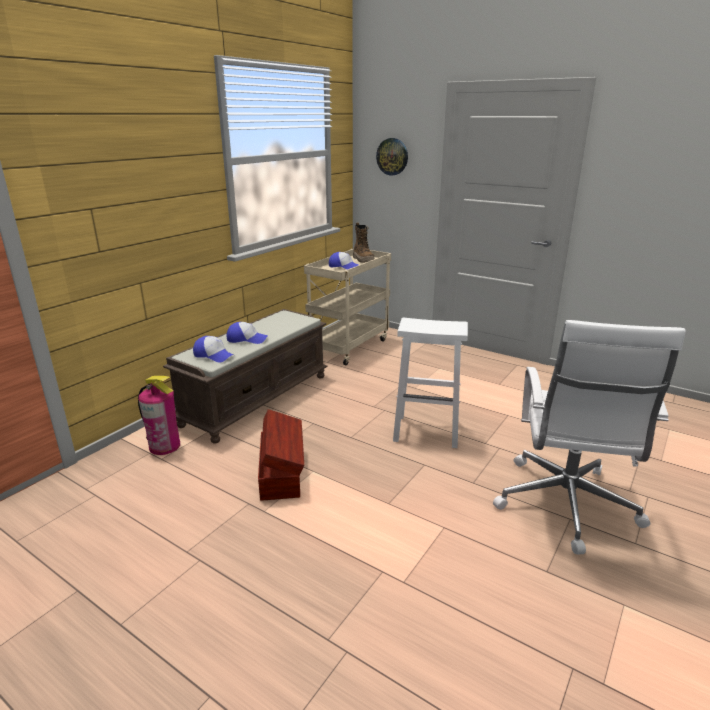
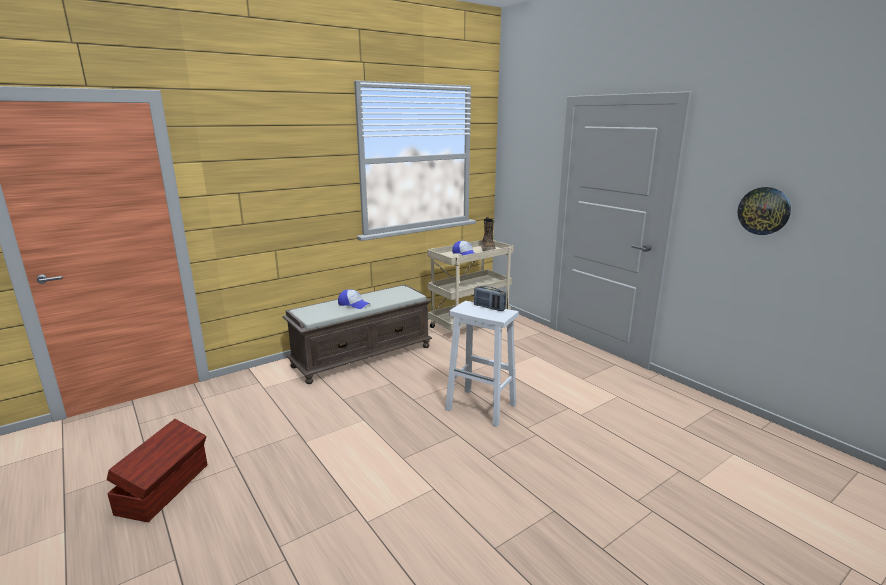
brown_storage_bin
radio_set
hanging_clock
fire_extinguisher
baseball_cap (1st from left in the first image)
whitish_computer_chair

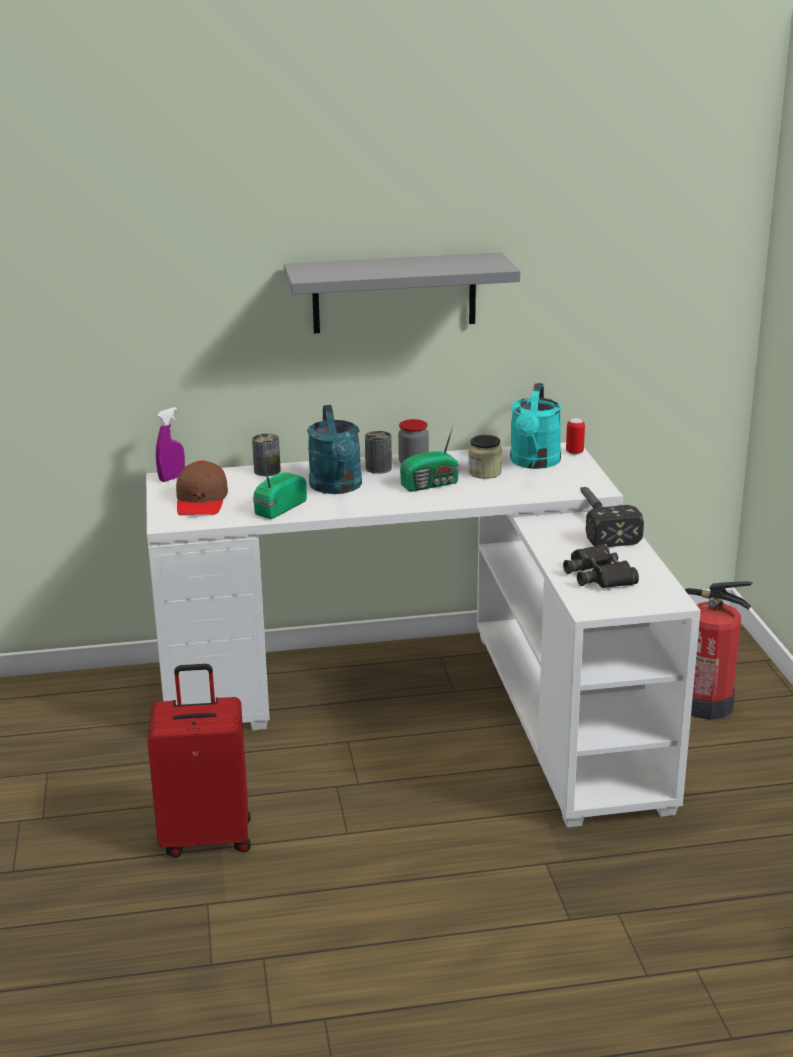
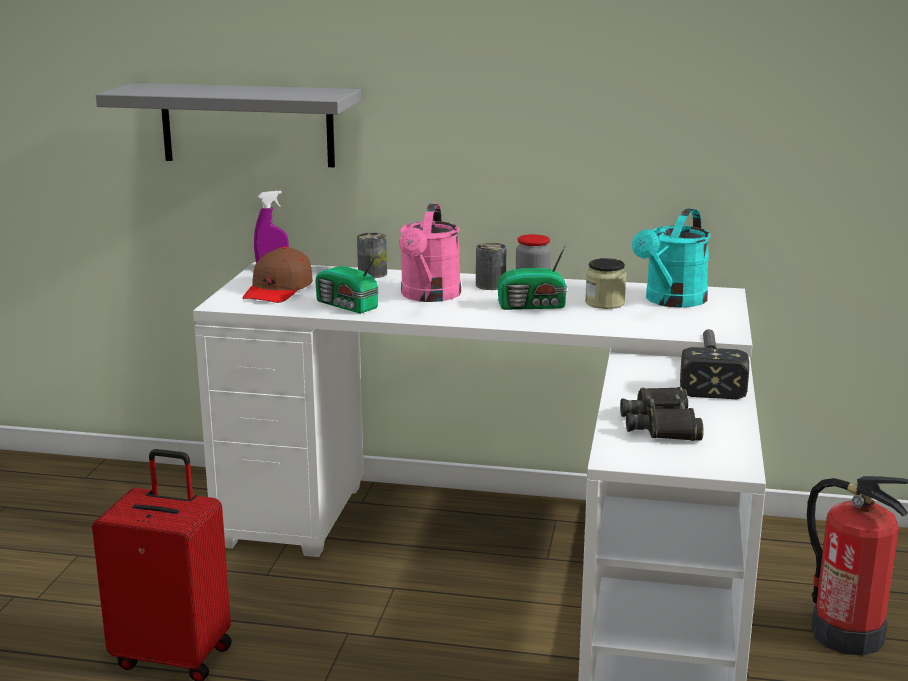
greyish_bracket_shelf
radio_set (1st from left)
pinkish_sprinkling_can
metal_can (3rd from left in the first image)

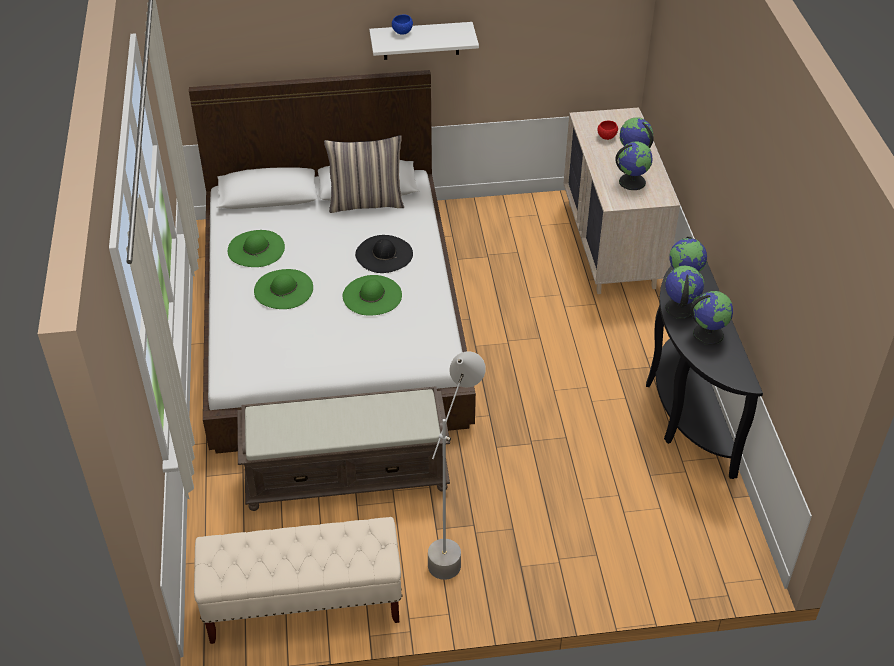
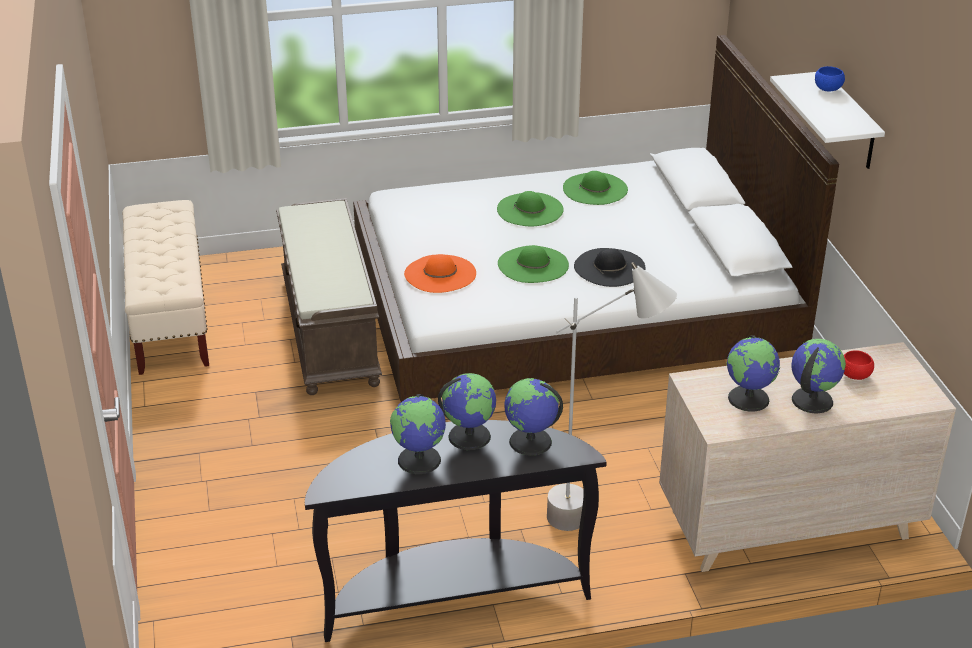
orange-coloured_hat
greyish_floor_lamp
throw_pillow

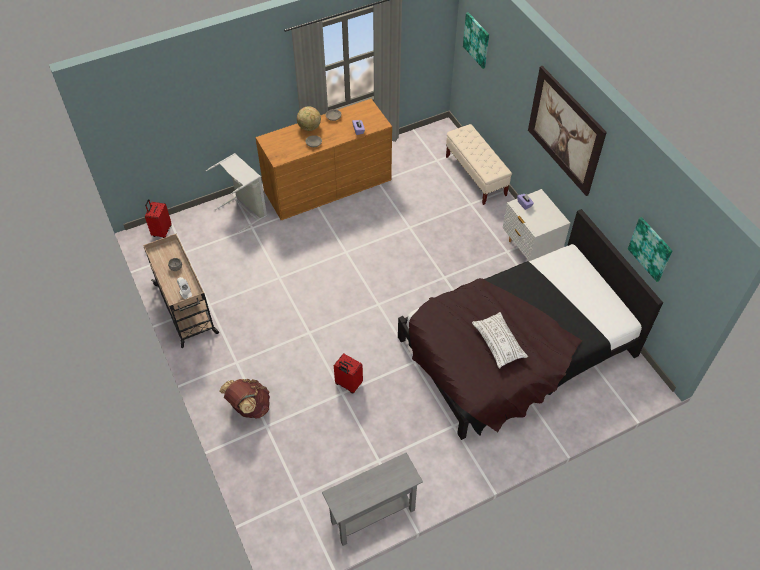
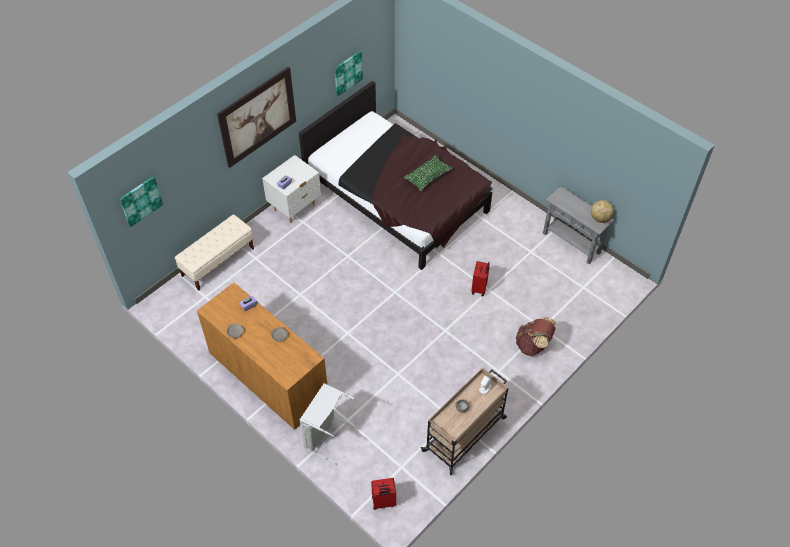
green-coloured_throw_pillow
globe

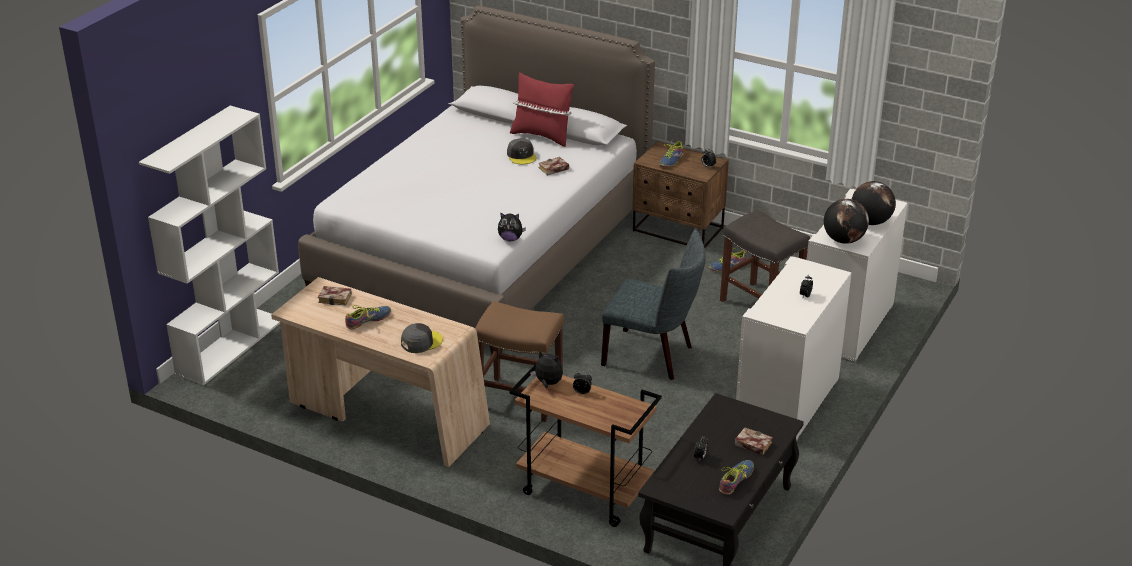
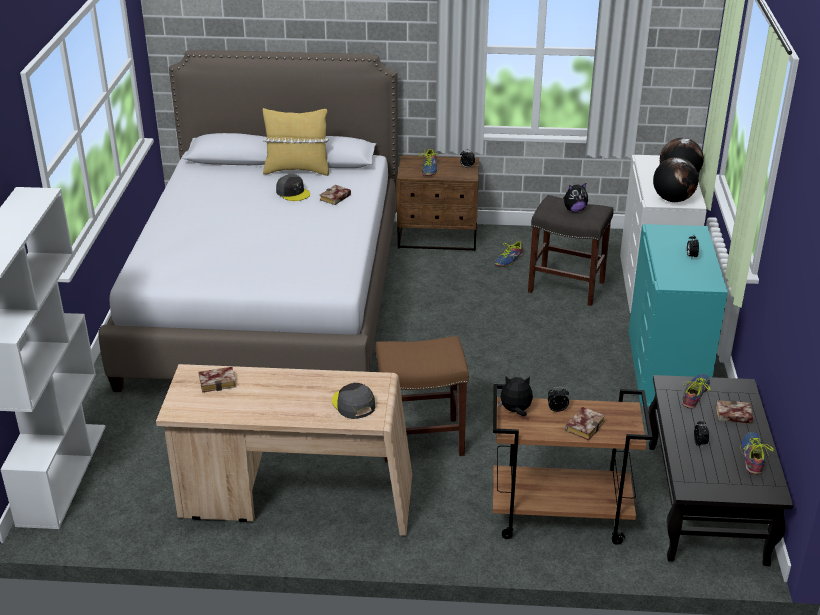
yellow-coloured_throw_pillow
greyish_baseball_cap (2nd from left)
cuddly_toy (2nd from left)
book (3rd from left)
turquoise_chest_of_drawers
low_shoe (3rd from left)
greyish_upright_chair

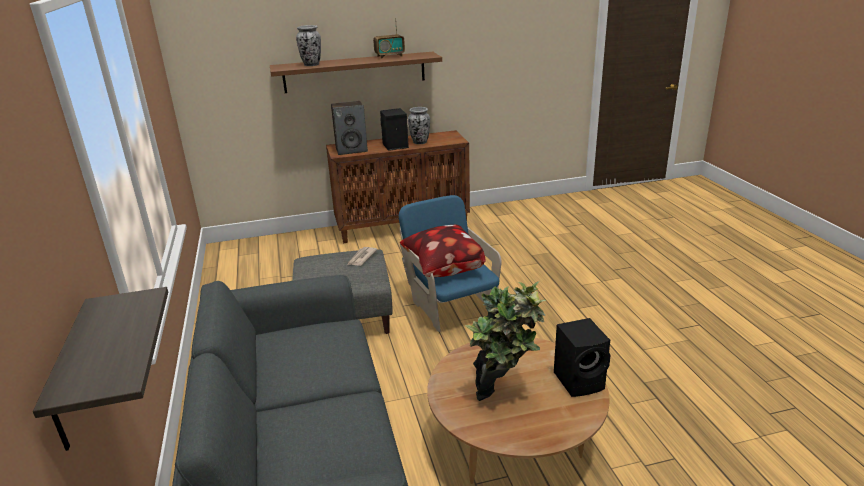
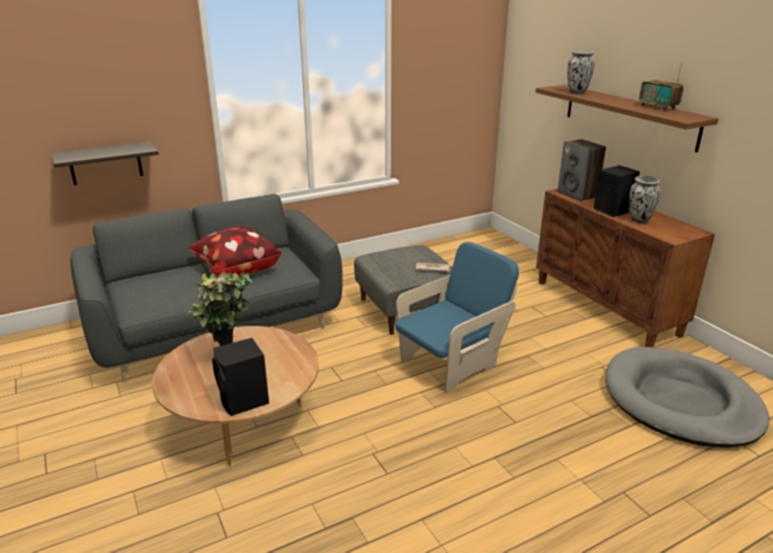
throw_pillow
greyish_dog_cushion

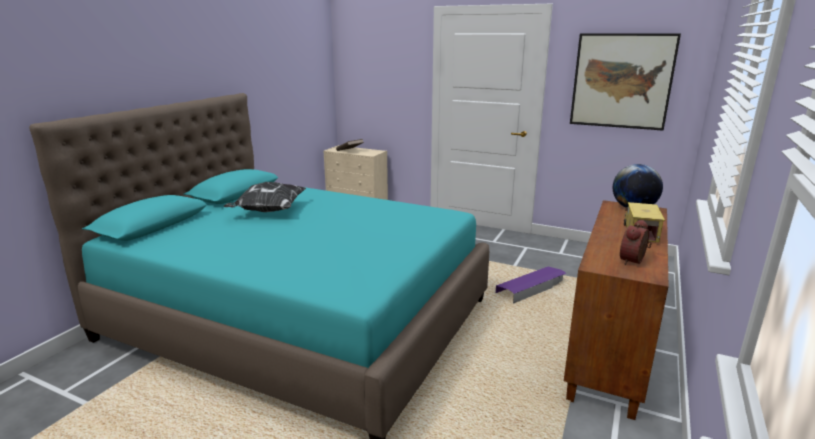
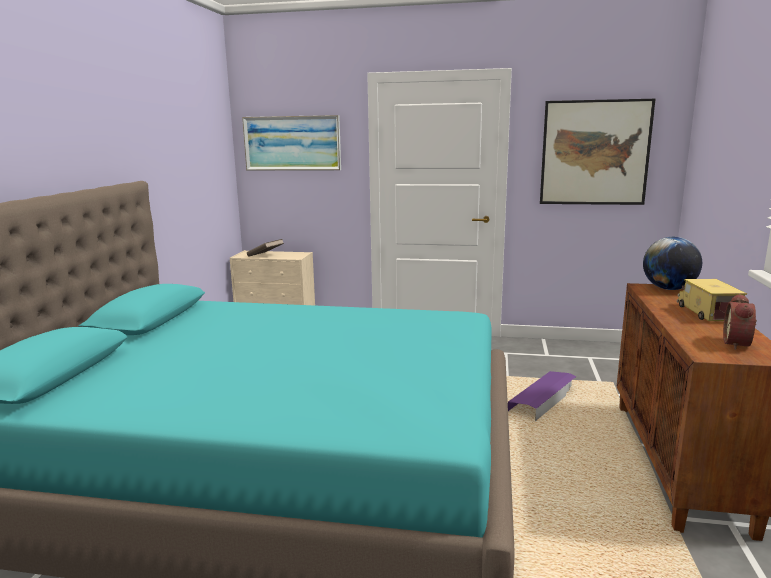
wall_art (1st from left)
throw_pillow

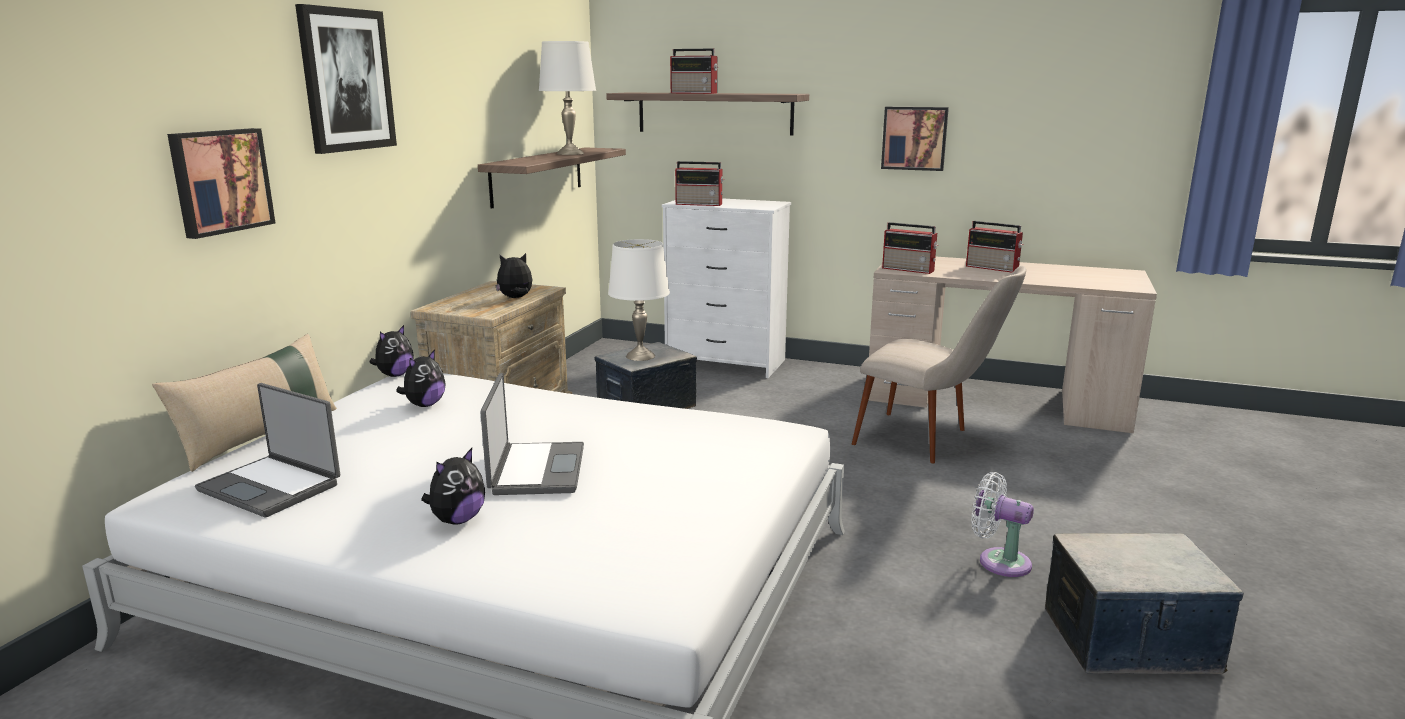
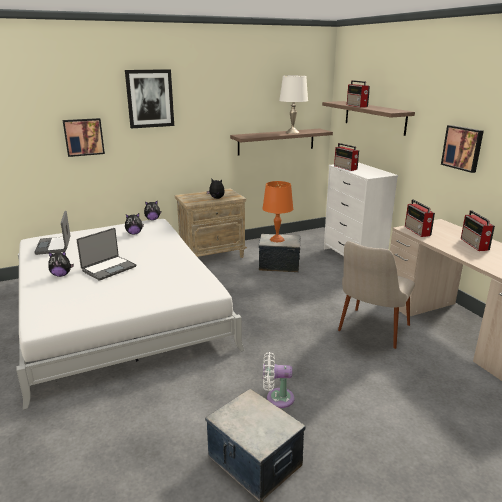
orange-coloured_tabletop_lamp
whitish_fan
sand-coloured_upright_chair
sand-coloured_throw_pillow

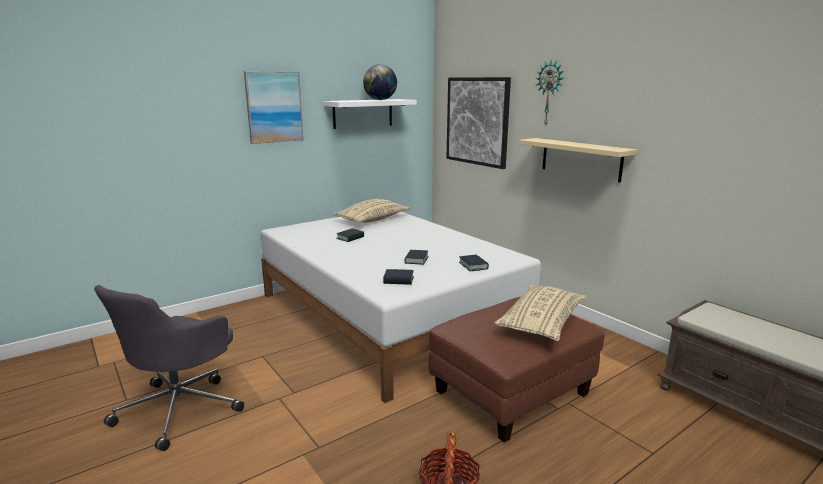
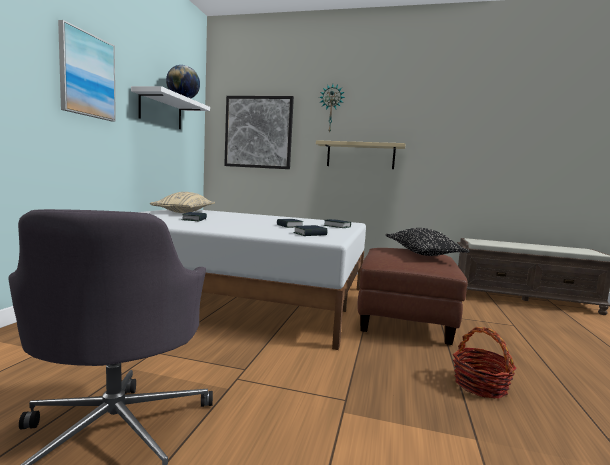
black-coloured_throw_pillow

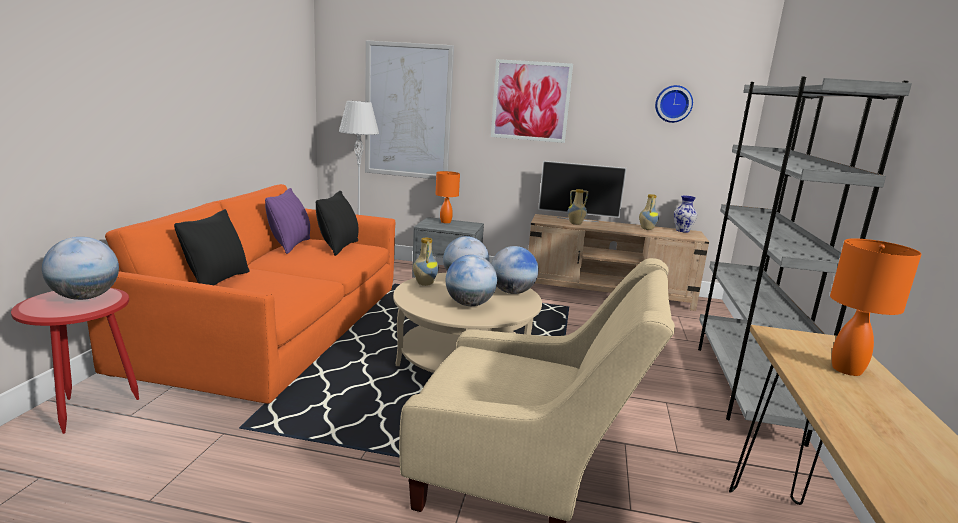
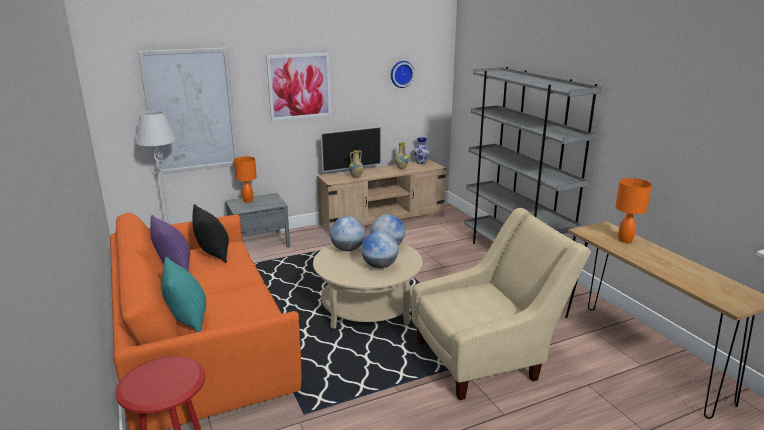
turquoise_throw_pillow
globe (1st from left in the first image)
decorative_vase (1st from left in the first image)

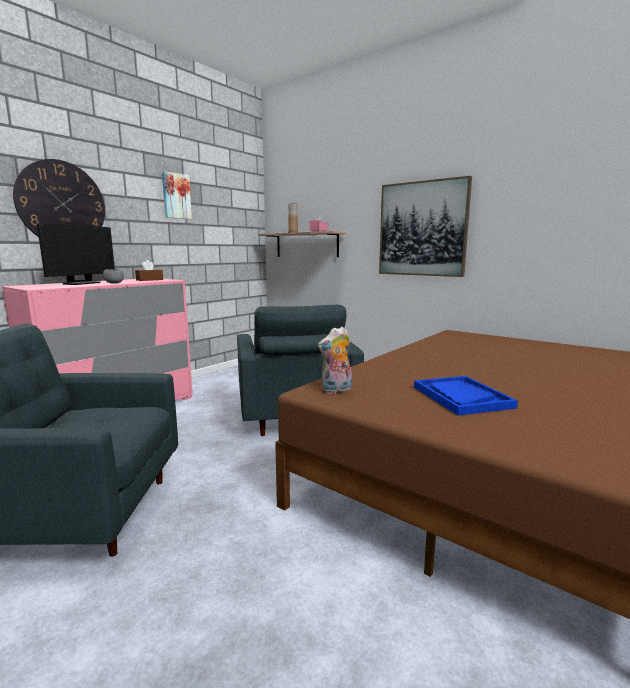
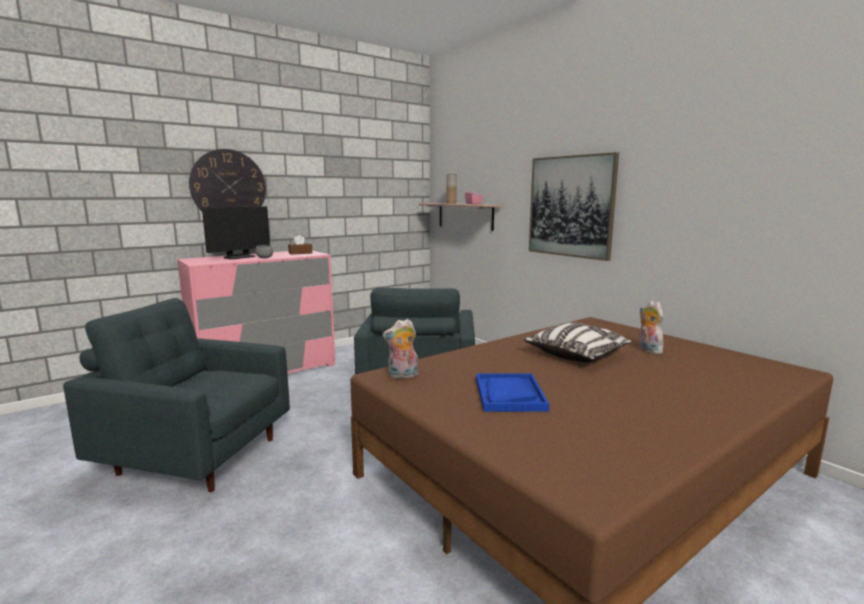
throw_pillow
cuddly_toy (2nd from left)
wall_art (1st from left in the first image)

